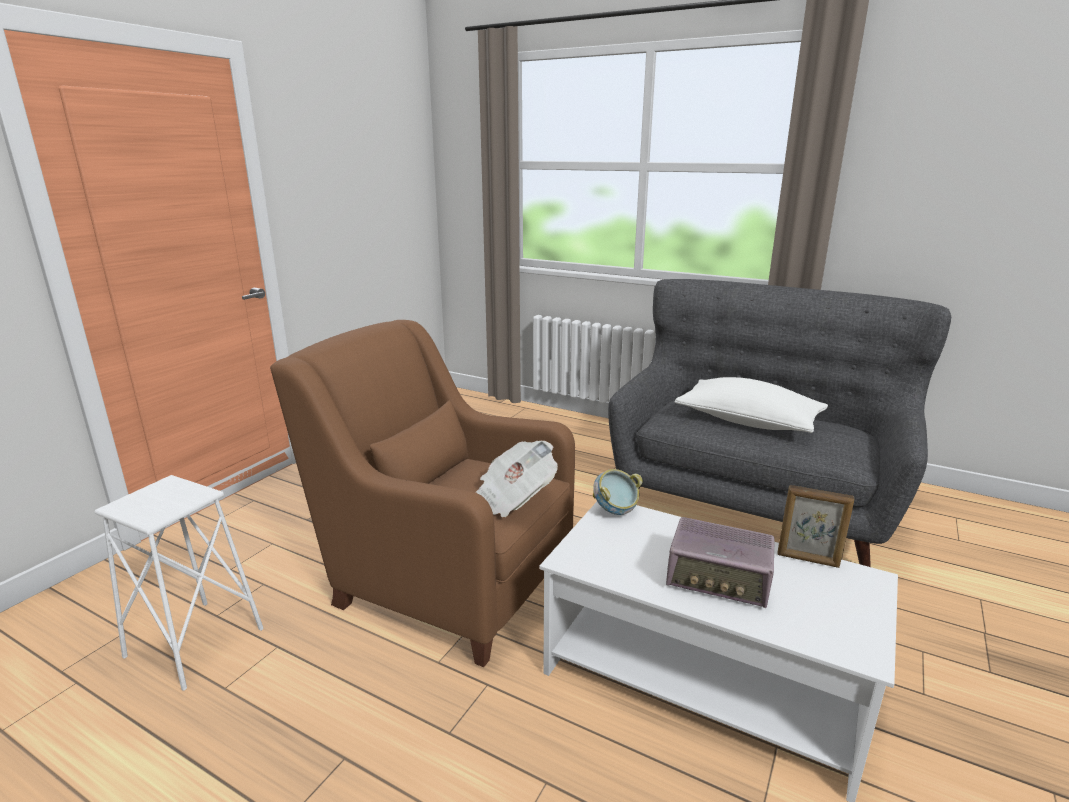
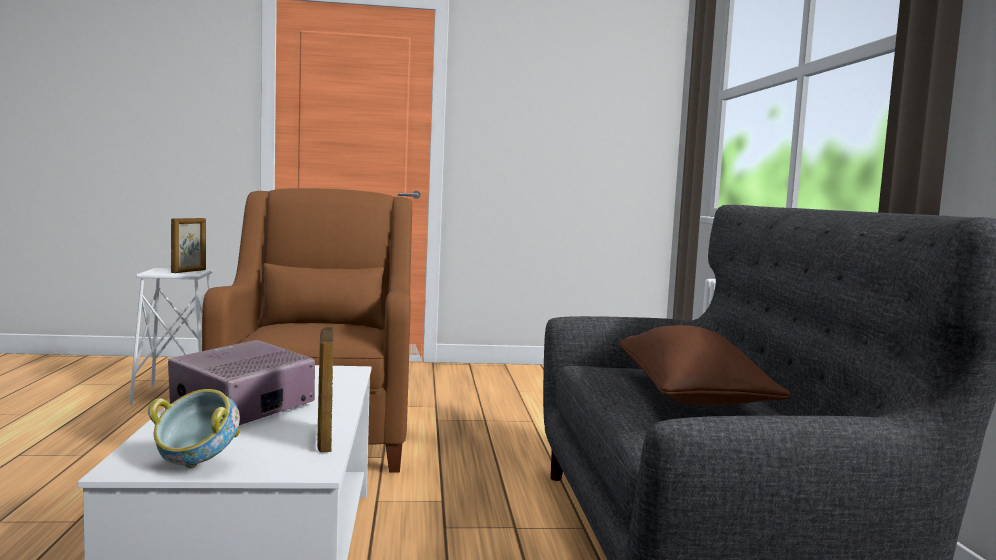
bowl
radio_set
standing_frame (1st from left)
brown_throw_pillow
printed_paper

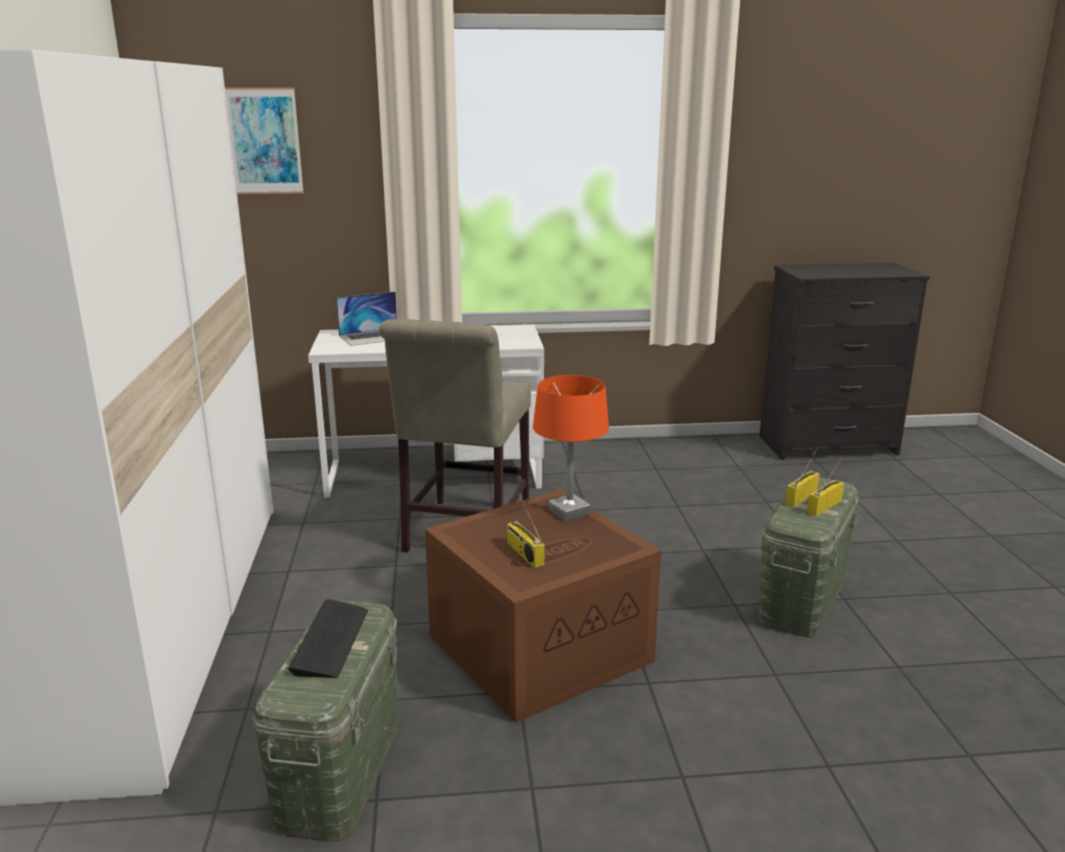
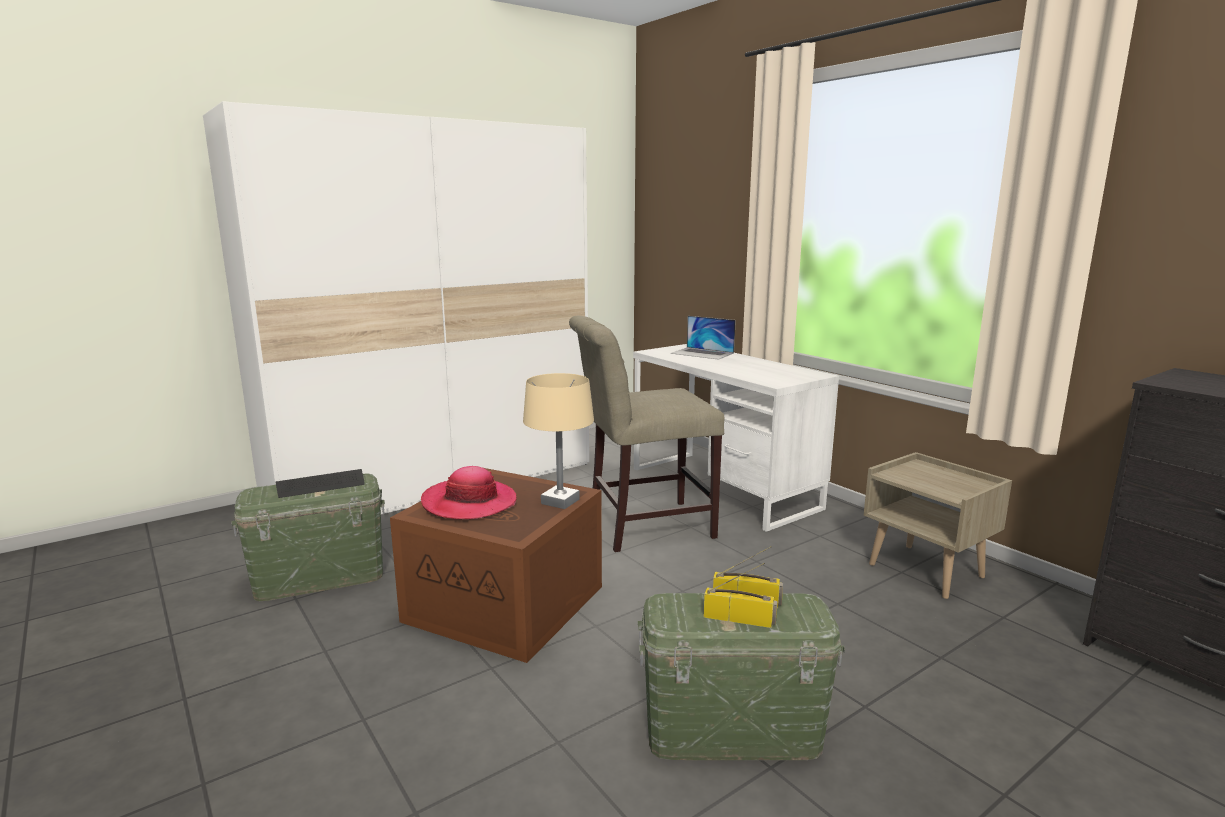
hat
sand-coloured_tabletop_lamp
sand-coloured_nightstand
wall_art

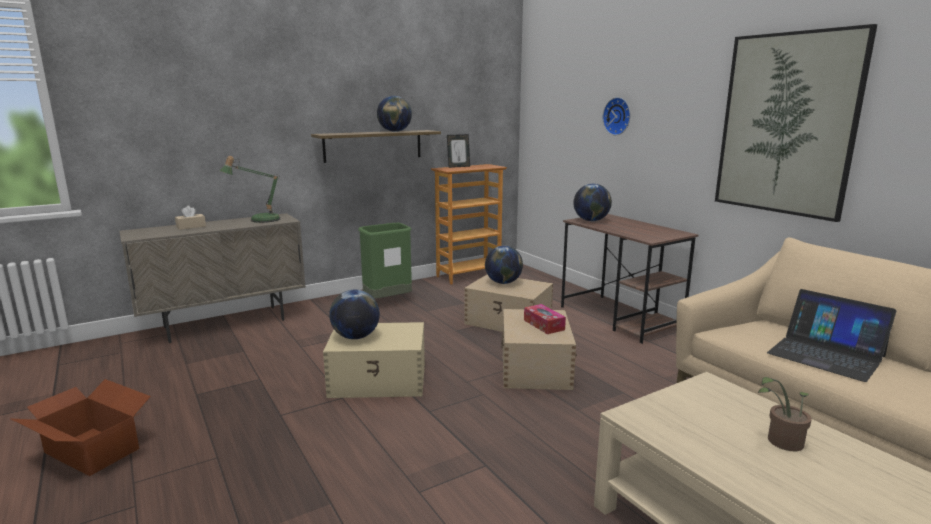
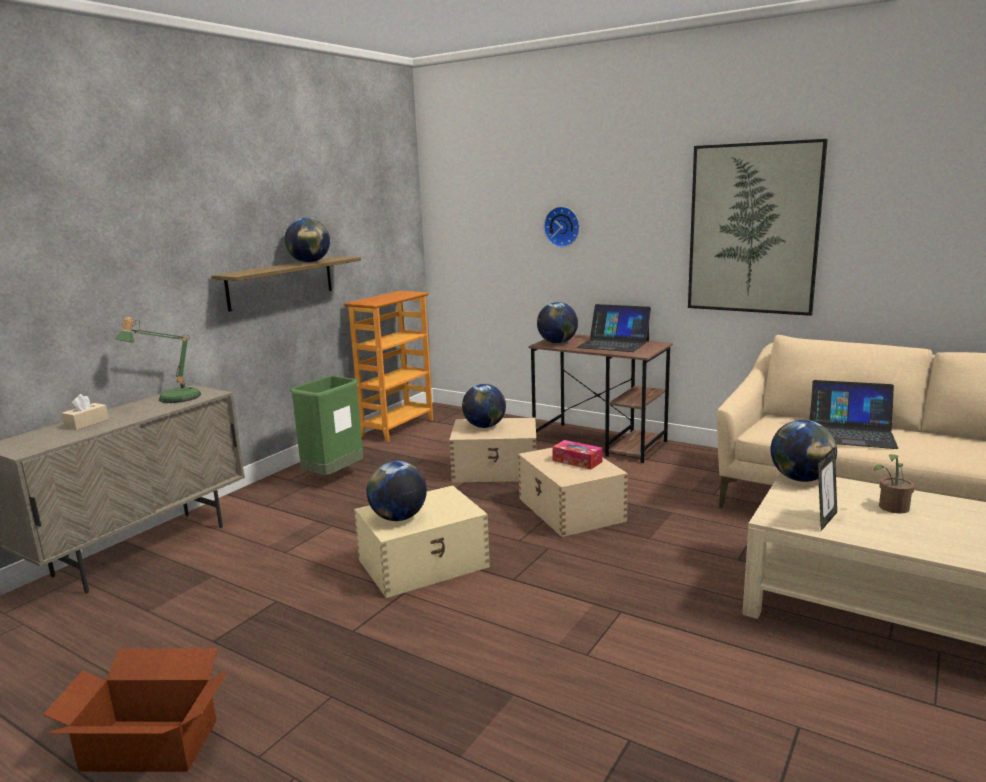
notebook_computer (1st from left)
globe (5th from left)
standing_frame

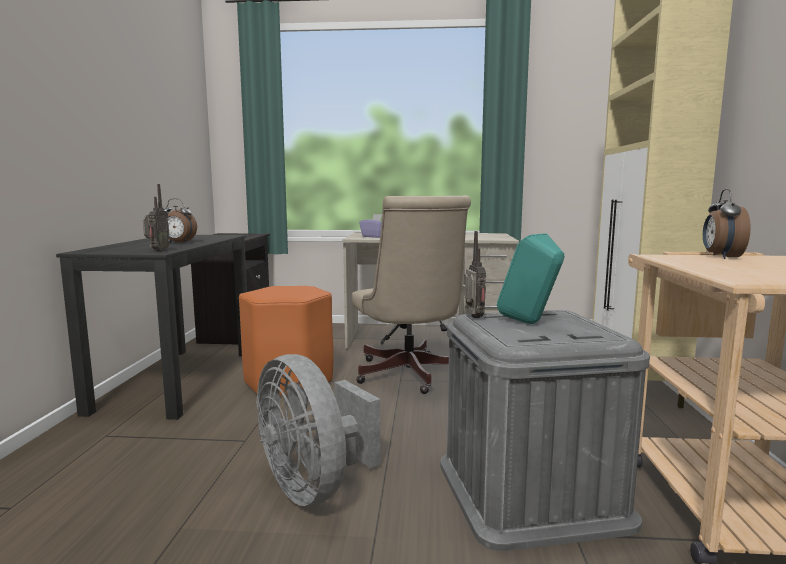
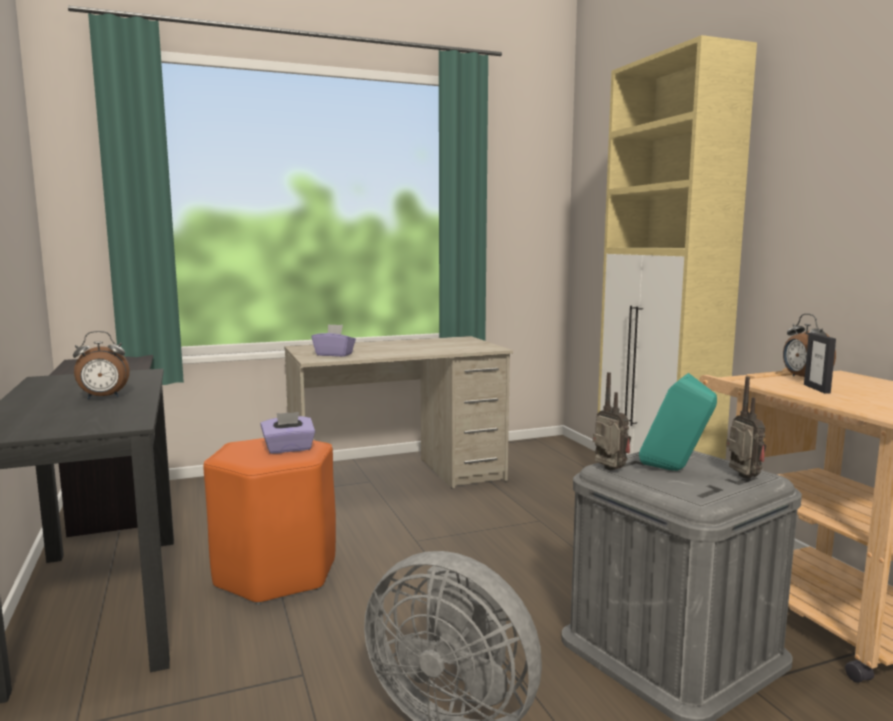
purple-coloured_tissue_holder (1st from left)
radio_set (2nd from left)
standing_frame
sand-coloured_computer_chair

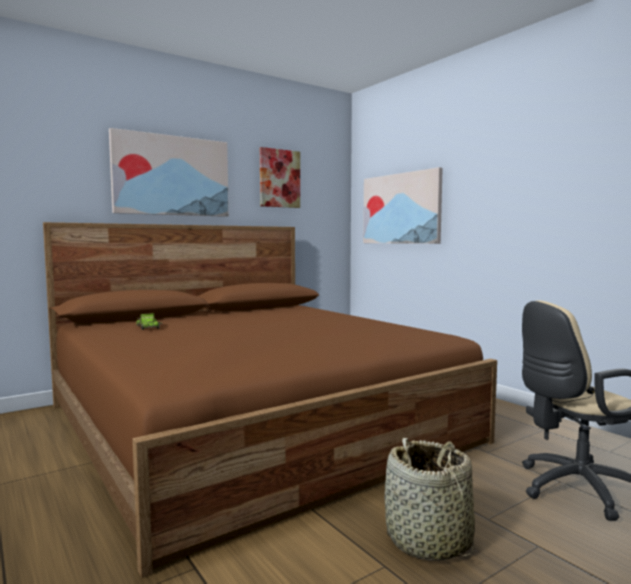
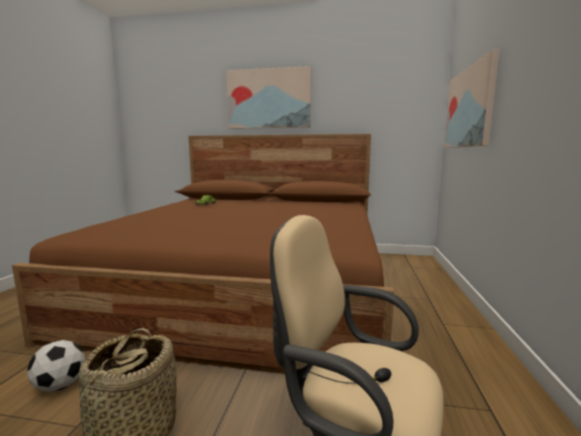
ball_for_football
wall_art (2nd from left in the first image)

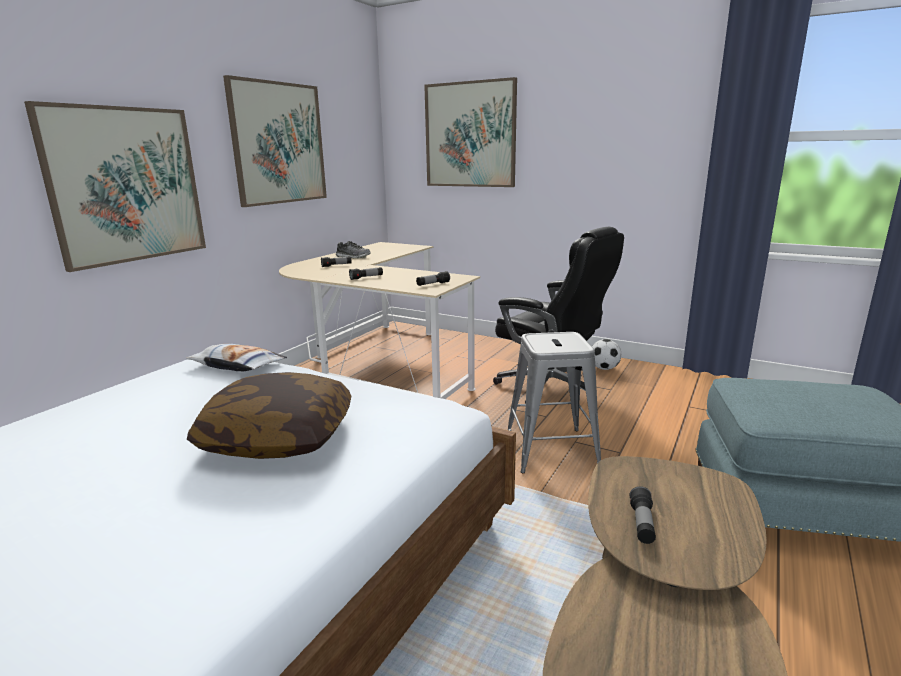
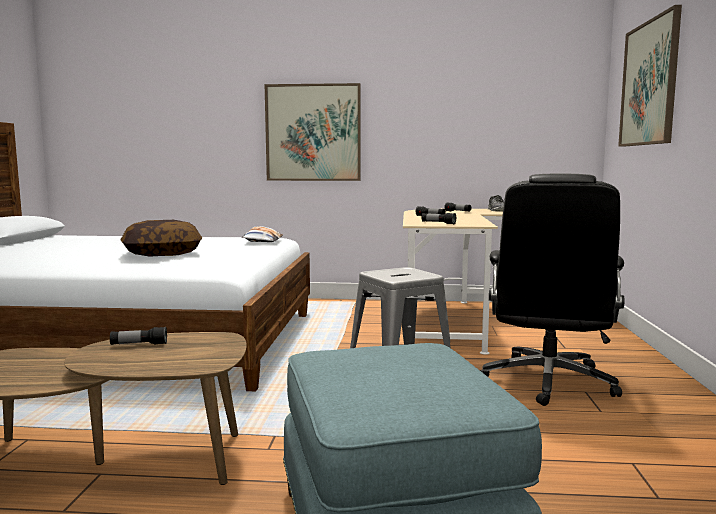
wall_art (2nd from left in the first image)
ball_for_football

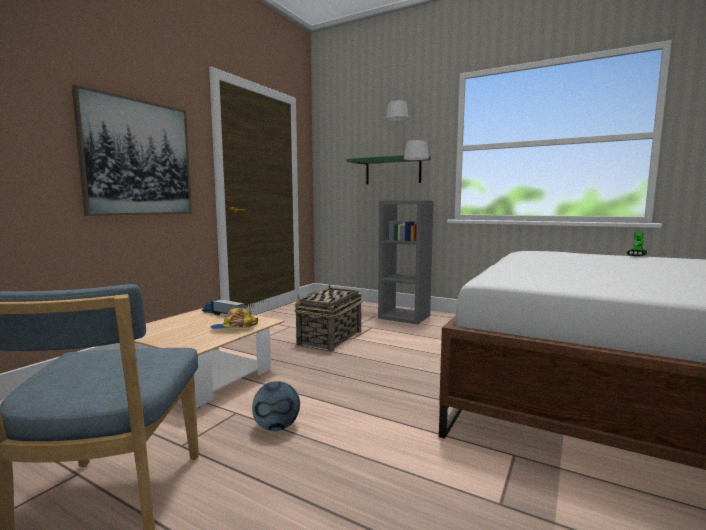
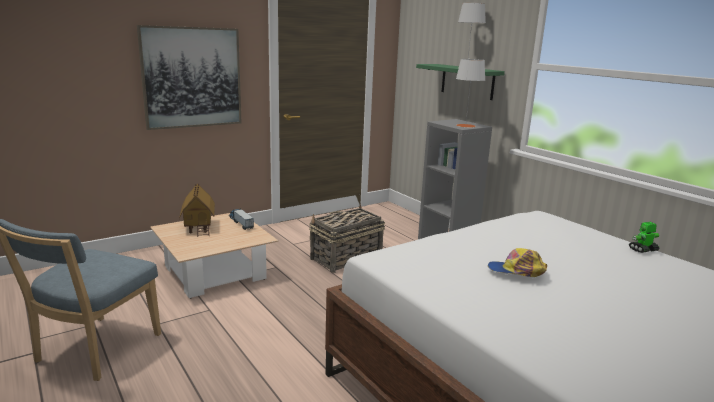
toy_house
baseball_cap
ball_for_football

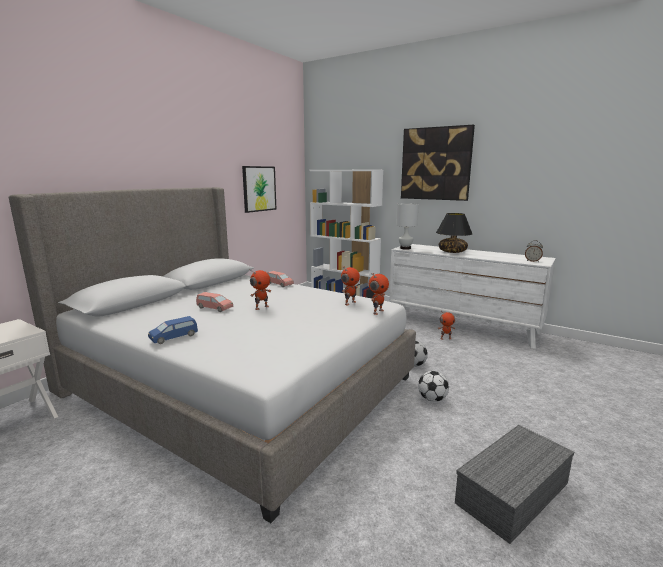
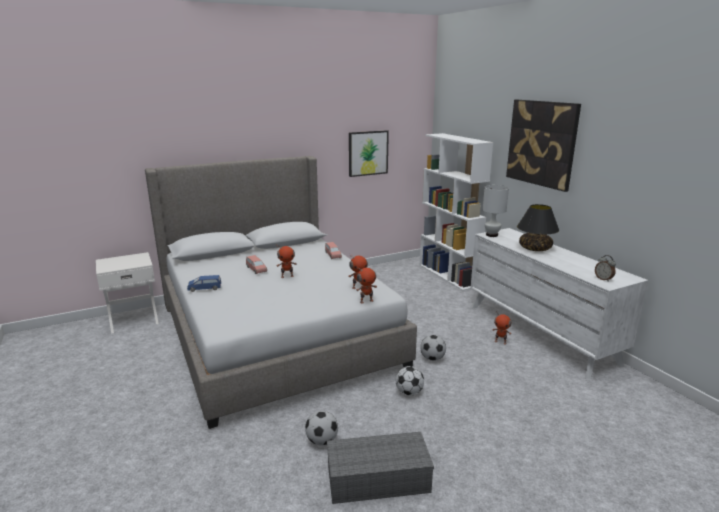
ball_for_football (1st from left)

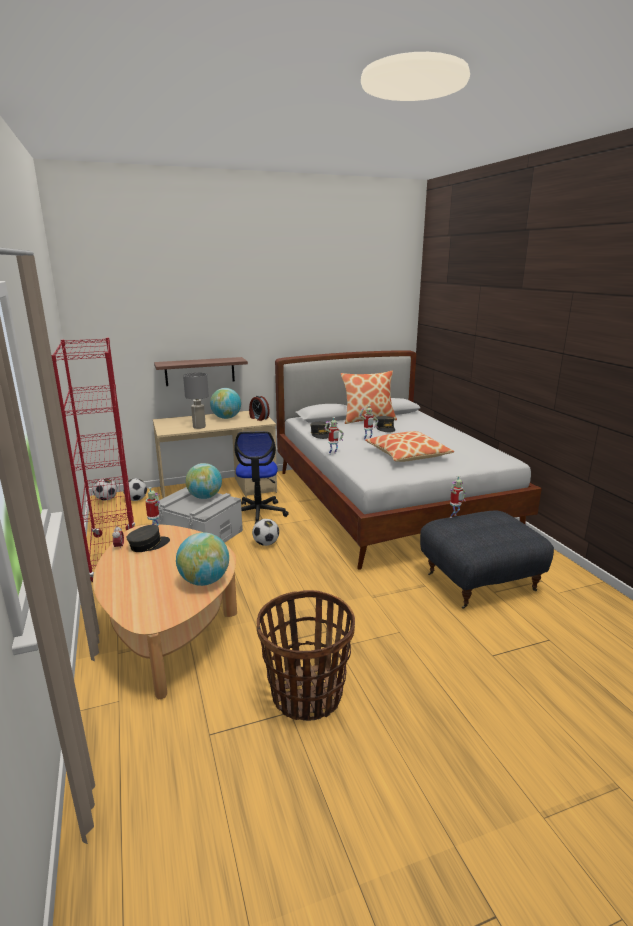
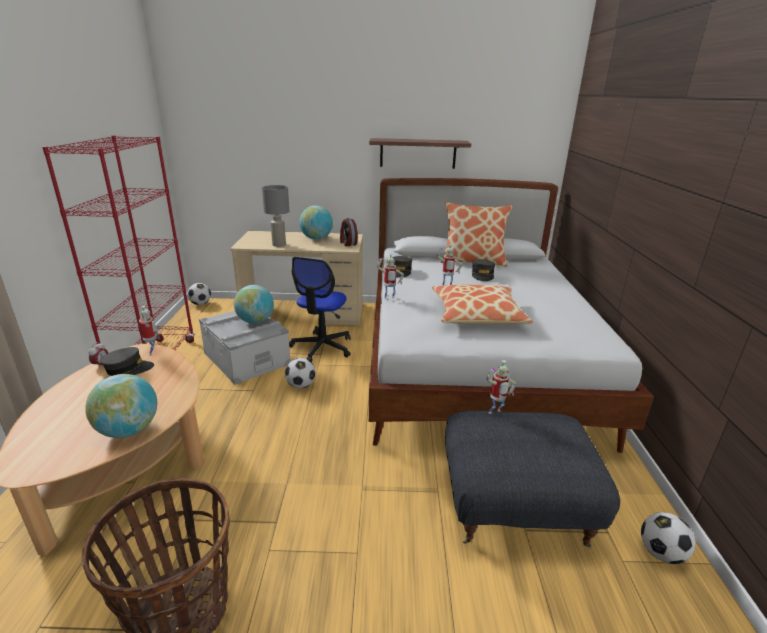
bracket_shelf
ball_for_football (3rd from left)

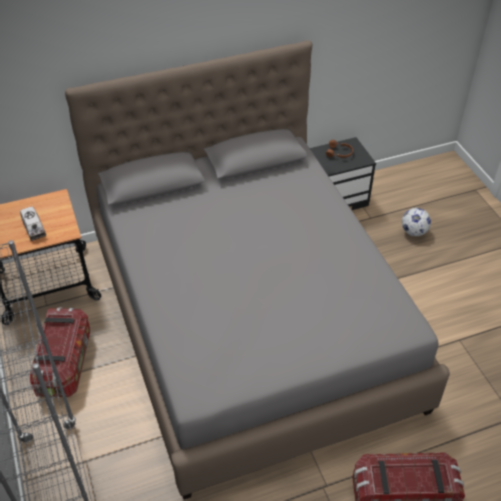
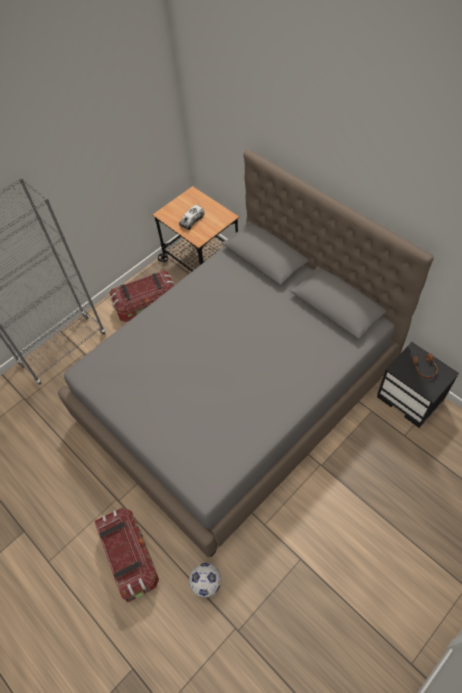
ball_for_football

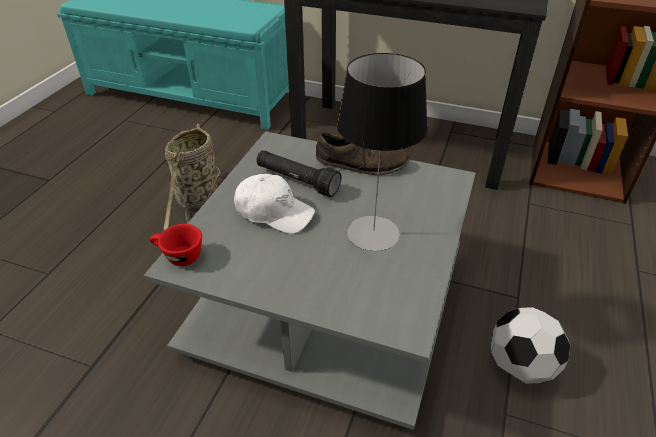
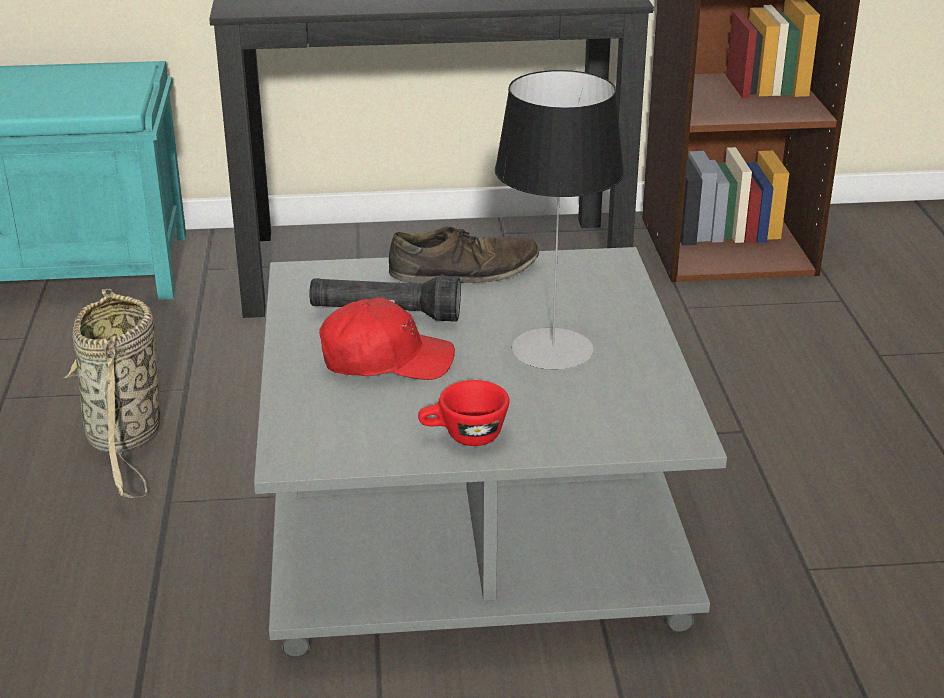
red-coloured_baseball_cap
red-coloured_cup
ball_for_football

